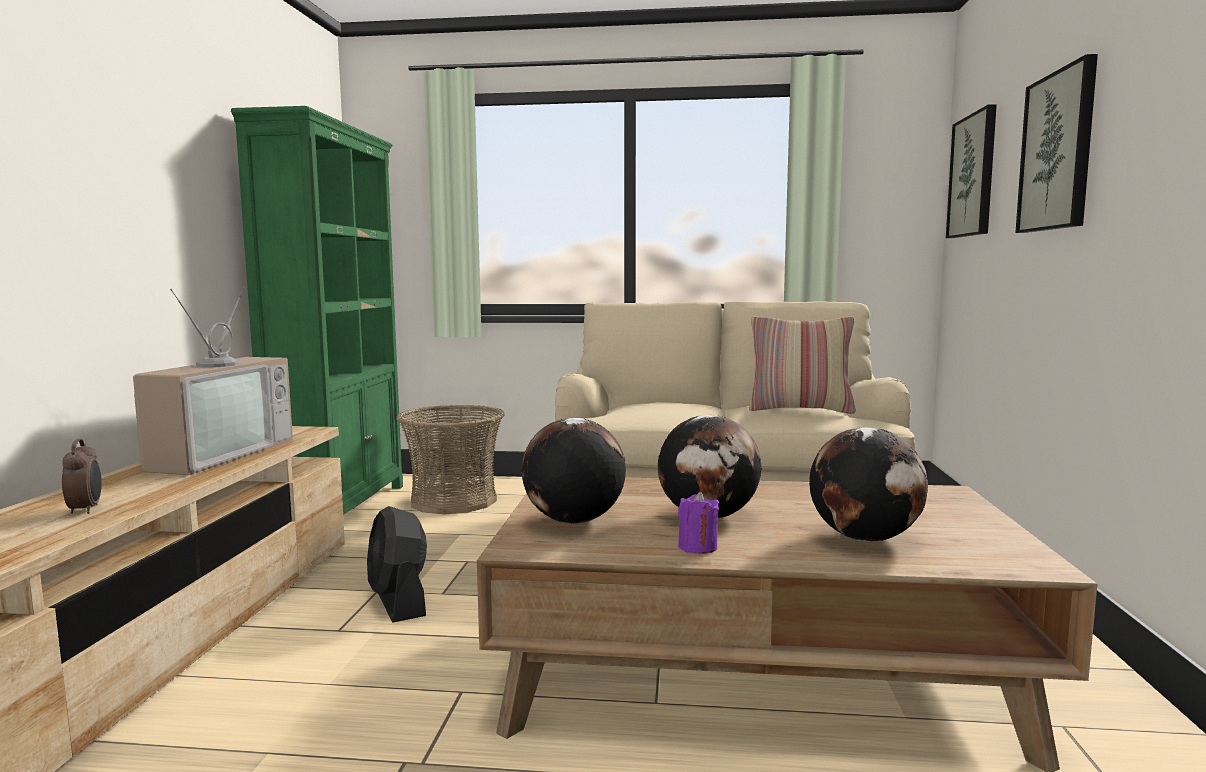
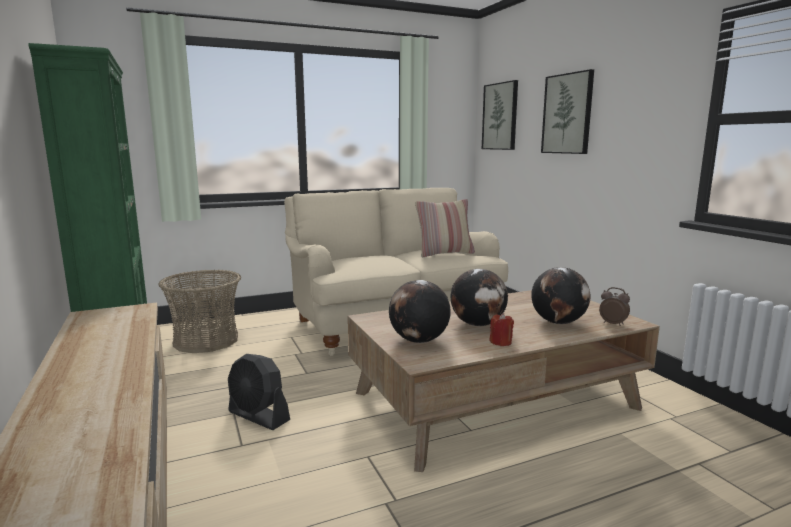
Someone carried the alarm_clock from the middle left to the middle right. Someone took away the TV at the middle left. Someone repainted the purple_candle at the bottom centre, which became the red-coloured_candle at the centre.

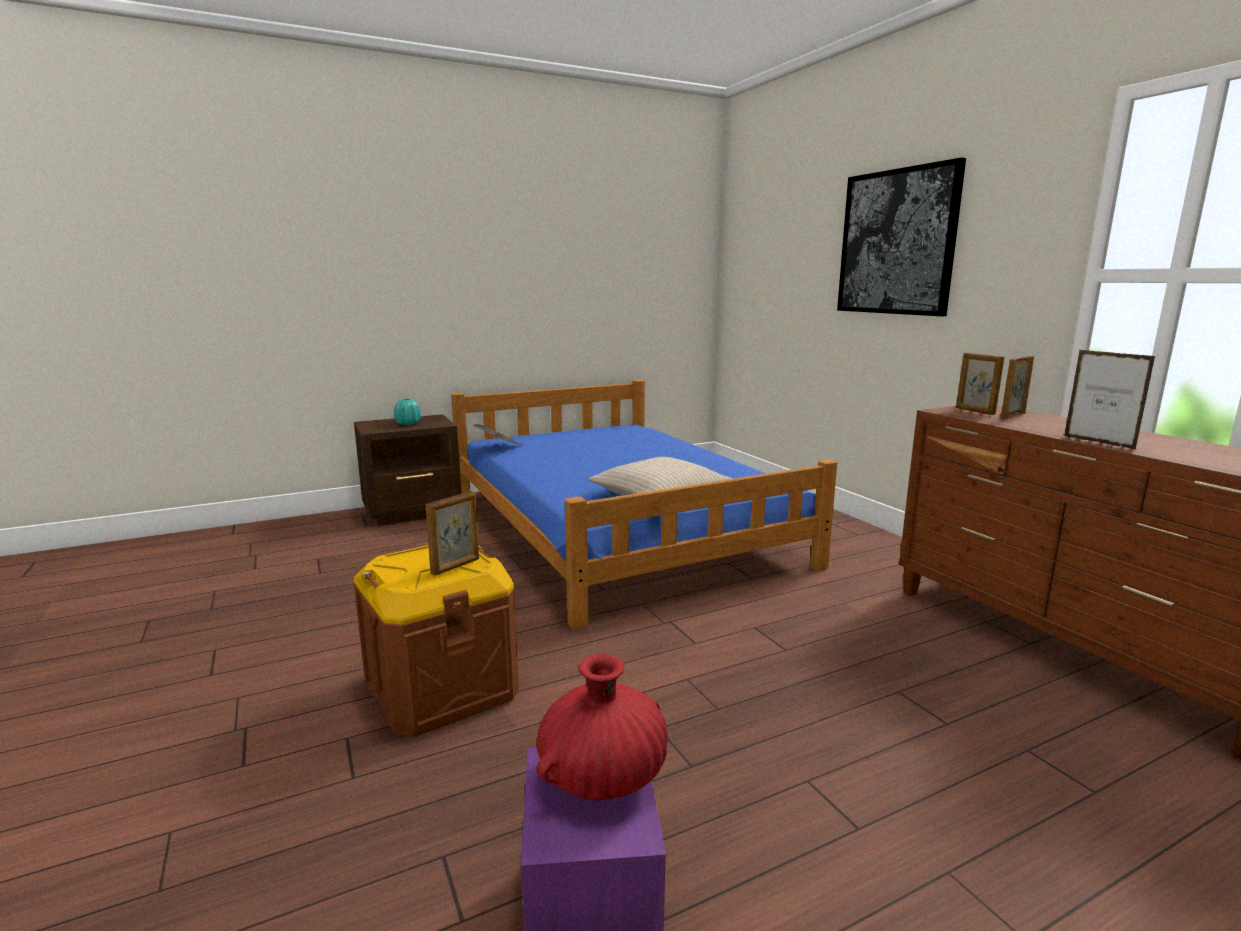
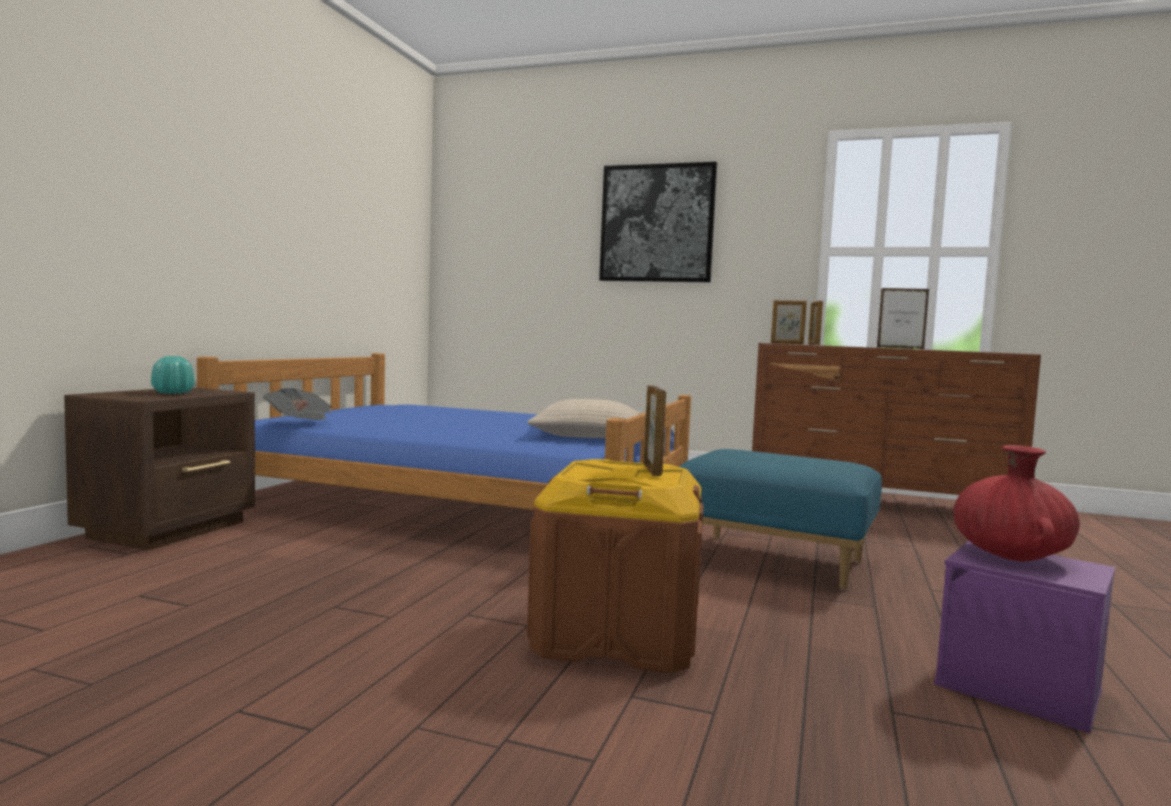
Someone put down the blue-coloured_pouffe at the centre.

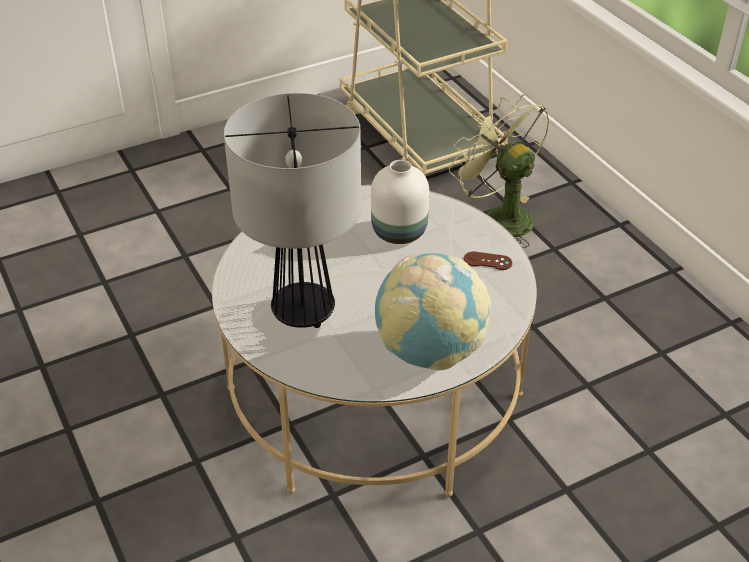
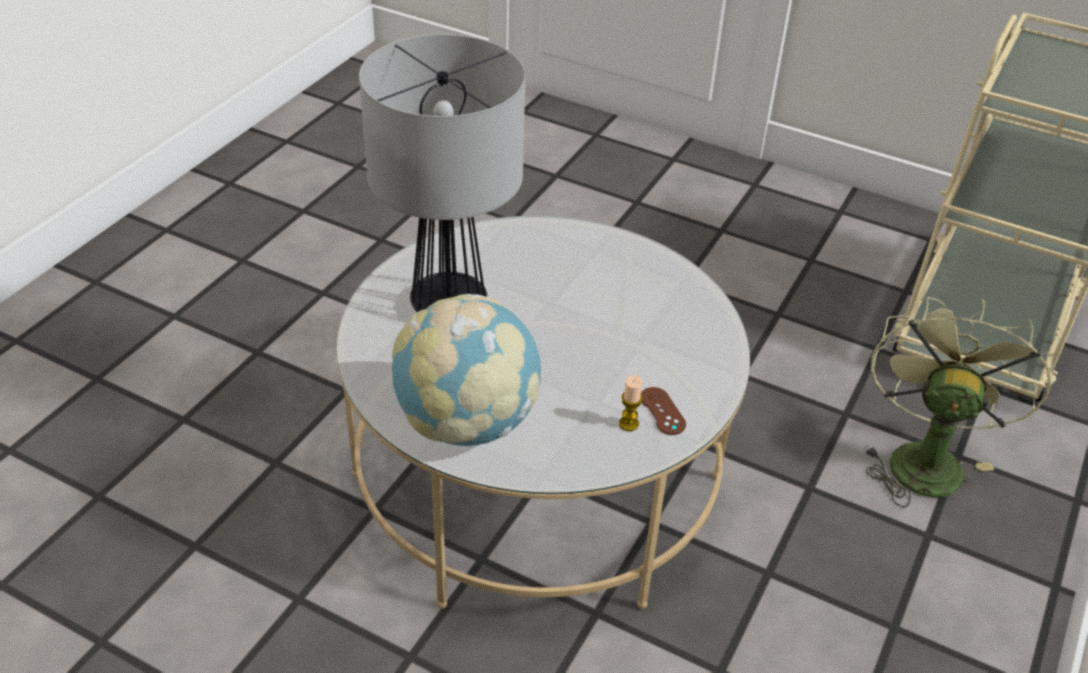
Someone took away the white_flower_vase at the centre. Someone put down the candle at the centre.

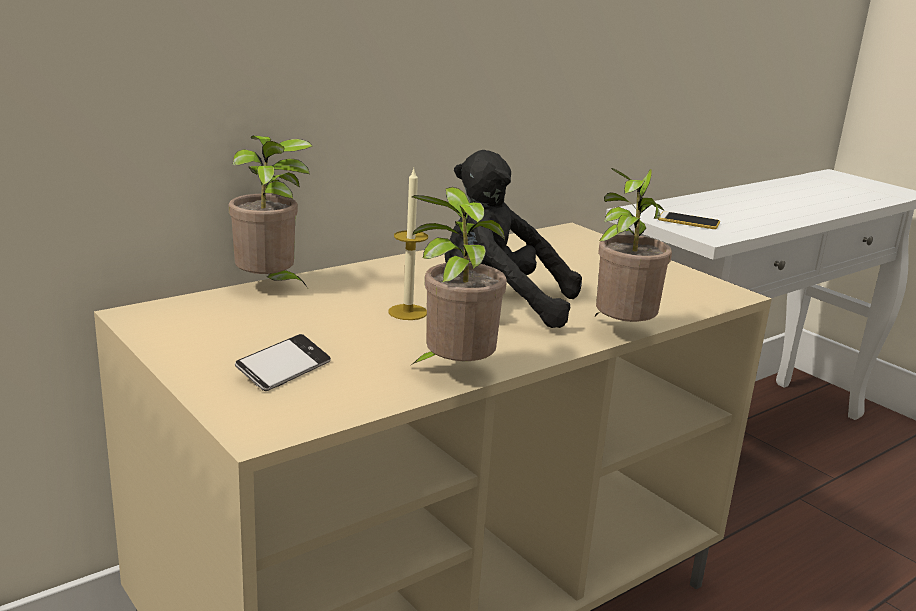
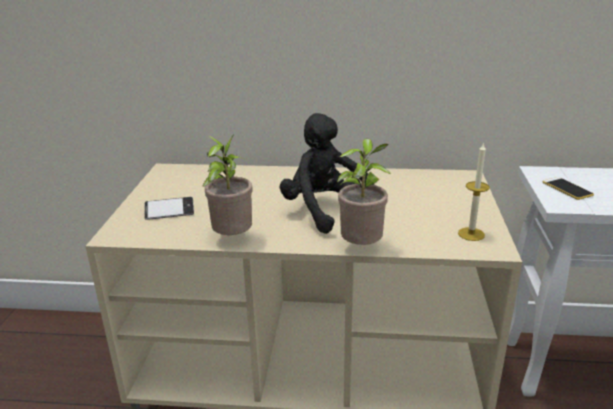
Someone took away the potted_plant (no. 1 from left) at the middle left. Someone carried the candle from the centre to the middle right.

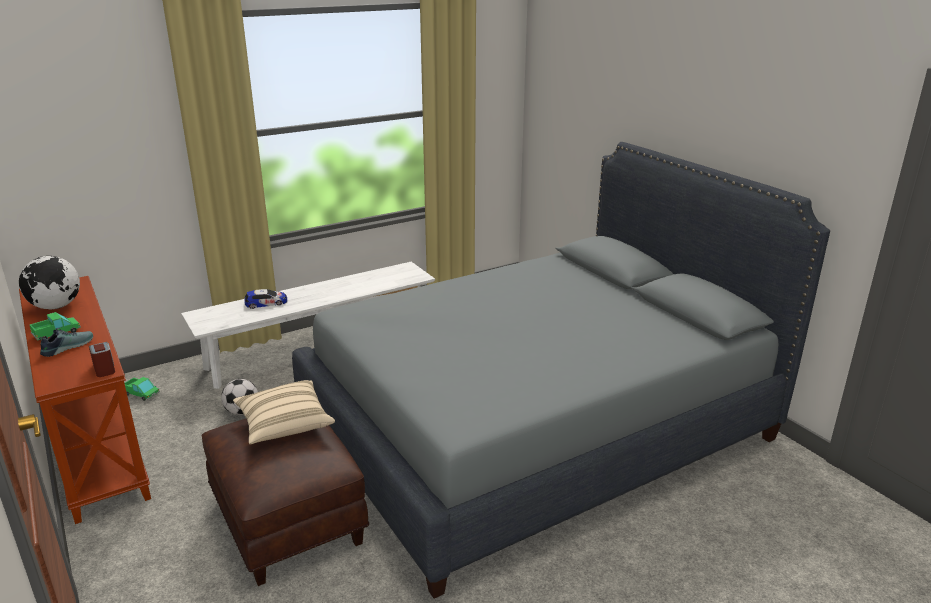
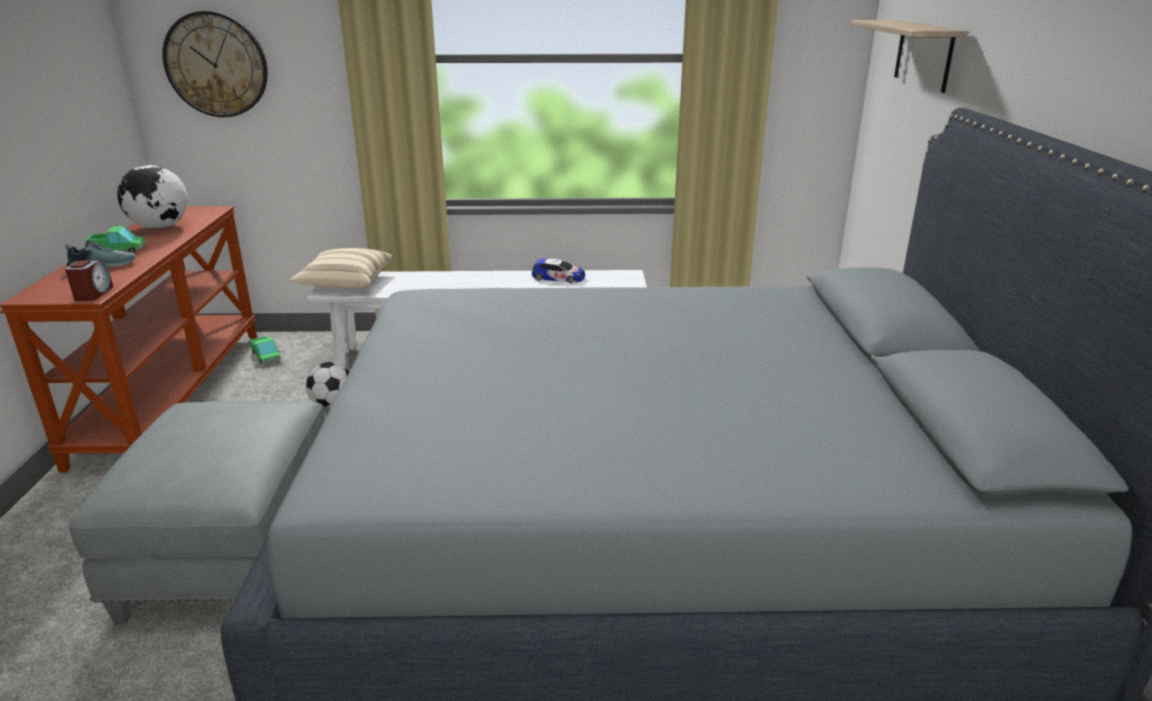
Someone repainted the brown_pouffe at the bottom left, which became the grey_pouffe at the bottom left. Someone carried the beige-coloured_throw_pillow from the bottom left to the middle left. Someone carried the toy_car from the middle left to the centre. Someone put up the wall_clock at the top left. Someone put up the bracket_shelf at the top right.

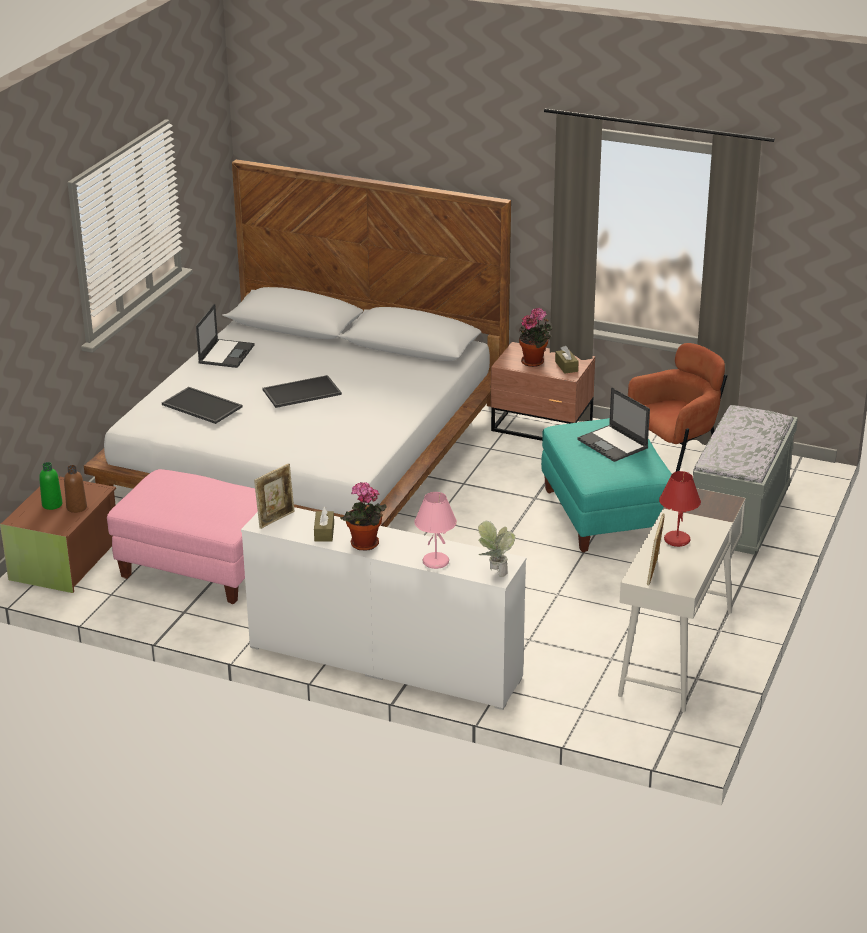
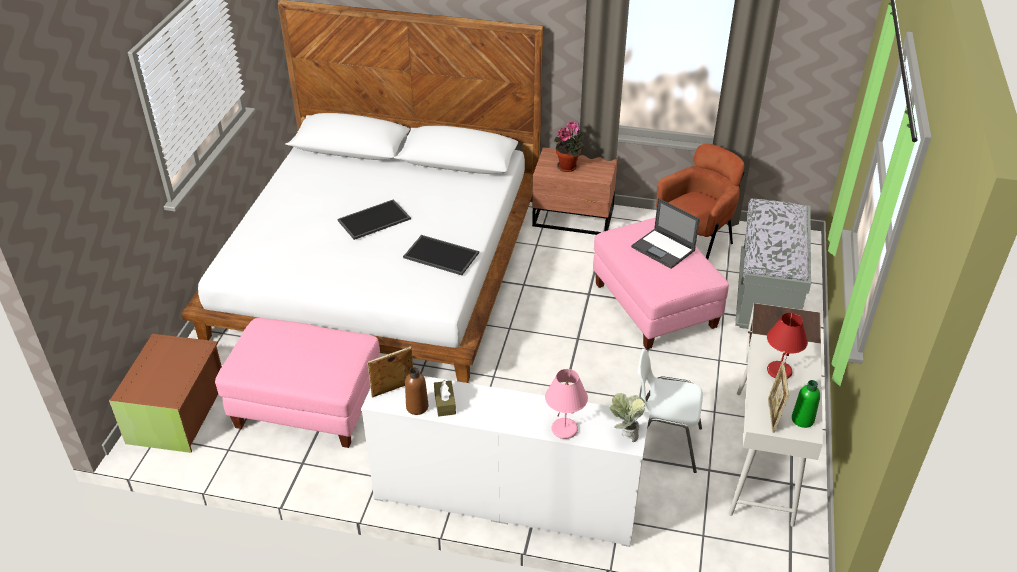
Someone carried the greenish_drink_bottle from the middle left to the bottom right. Someone carried the brown_drink_bottle from the middle left to the bottom centre. Someone carried the tray (no. 1 from left in the first image) from the middle left to the centre. Someone took away the notebook_computer (no. 1 from left) at the middle left. Someone rotated the photo_frame (no. 1 from left) at the middle left by 150 degrees counterclockwise. Someone took away the potted_plant (no. 1 from left) at the centre. Someone repainted the blue-green_pouffe at the middle right, which became the pinkish_pouffe (no. 2 from left) at the centre. Someone took away the brown_box_of_tissues (no. 2 from left) at the centre. Someone put down the white_chair at the bottom centre.

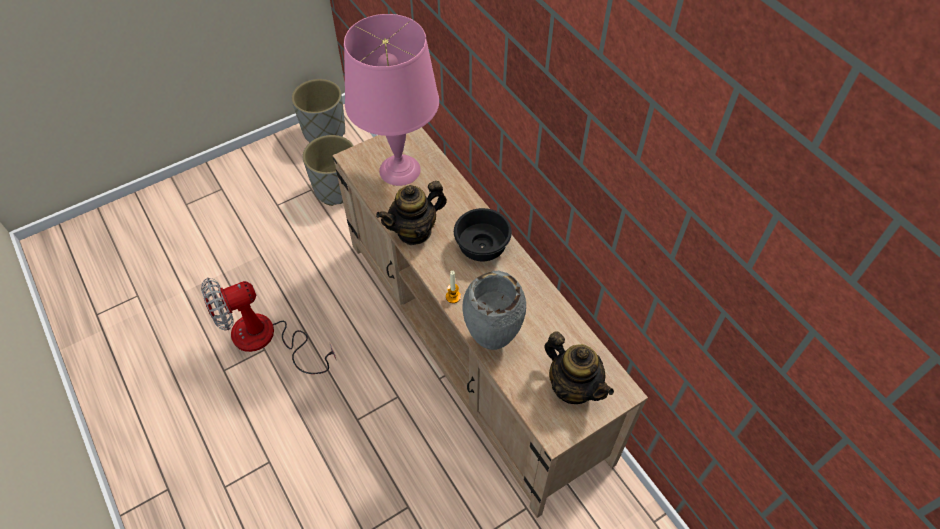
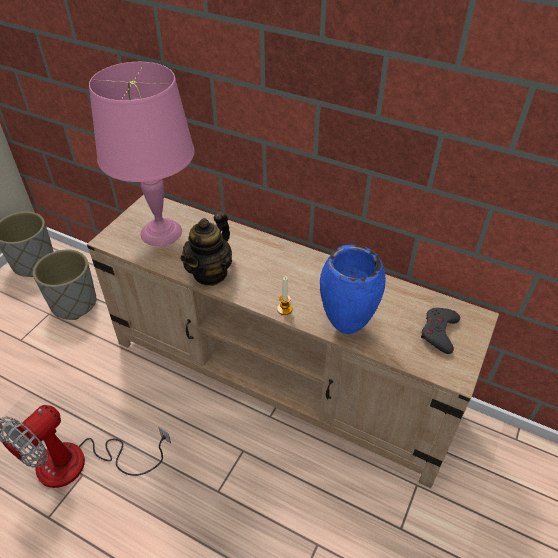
Someone took away the blackish_serving_bowl at the centre. Someone repainted the grey_flower_vase at the centre, which became the blue-coloured_flower_vase at the centre. Someone swapped the teapot (no. 2 from left) at the bottom centre for the grey_game_controller at the middle right.

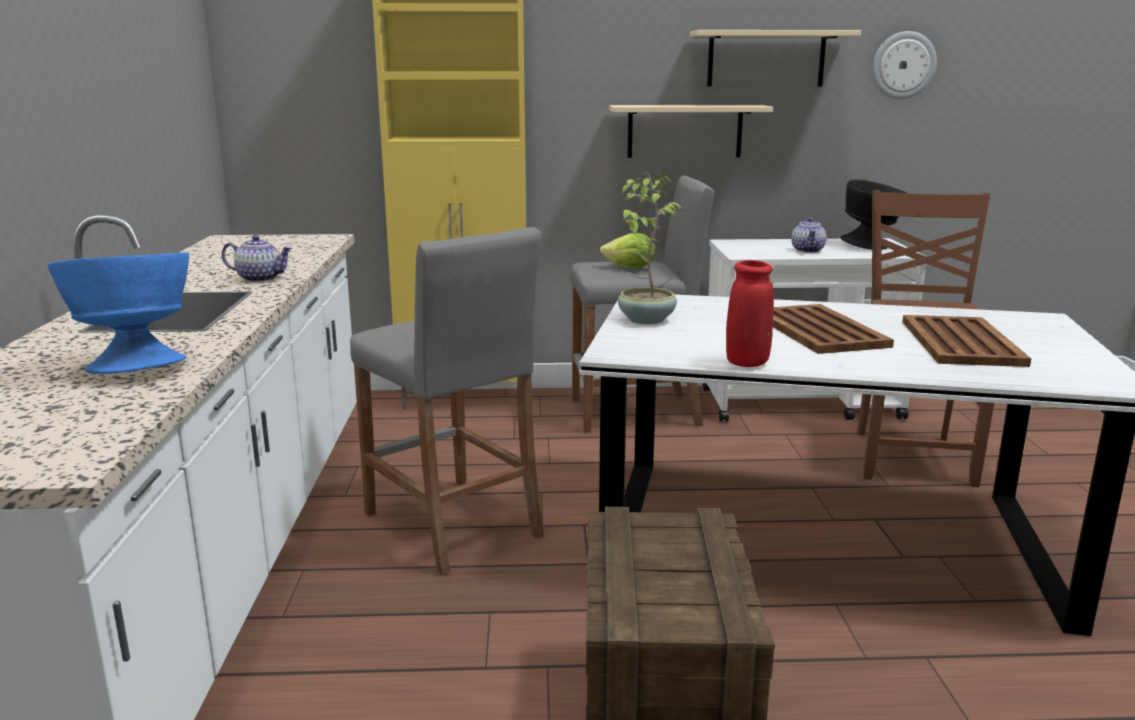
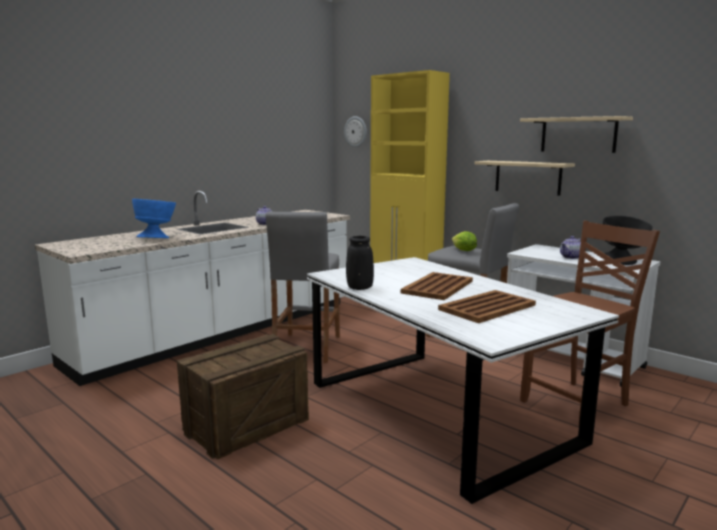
Someone took away the potted_plant at the centre. Someone repainted the red-coloured_flower_vase at the centre, which became the blackish_flower_vase at the centre. Someone carried the wall_clock from the top right to the top centre.

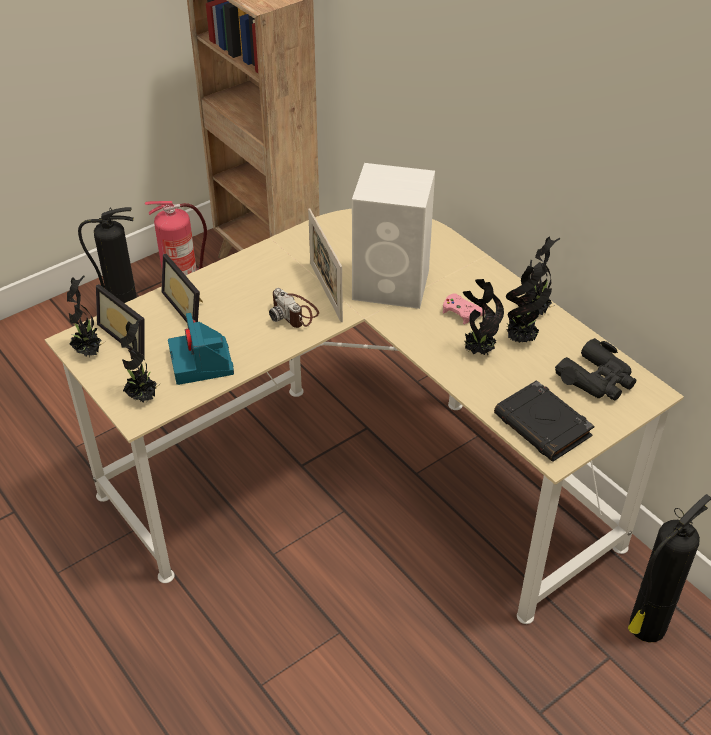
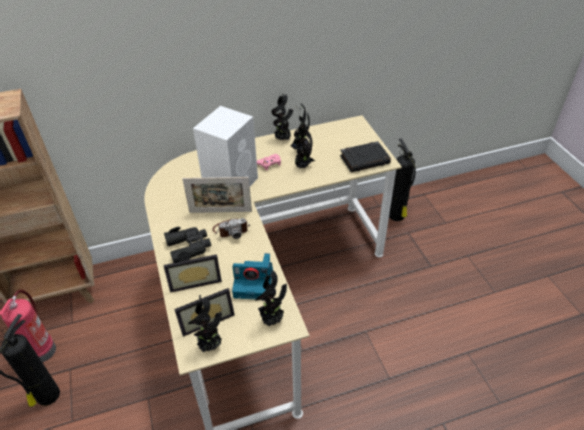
Someone carried the blackish_pair_of_binoculars from the middle right to the middle left.

